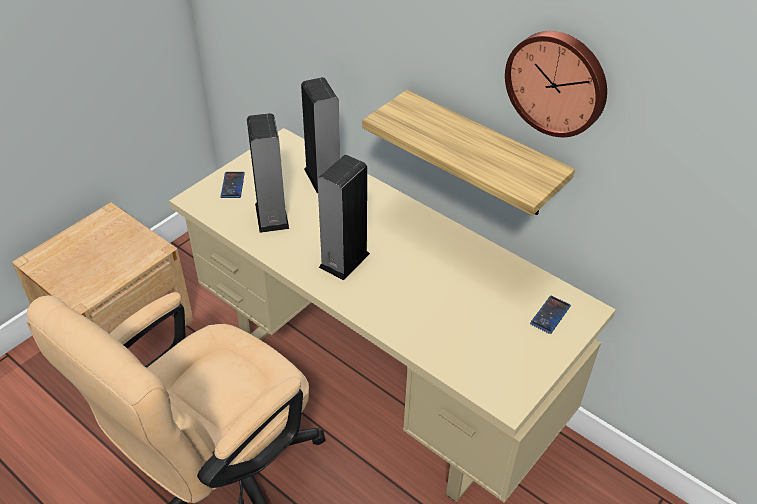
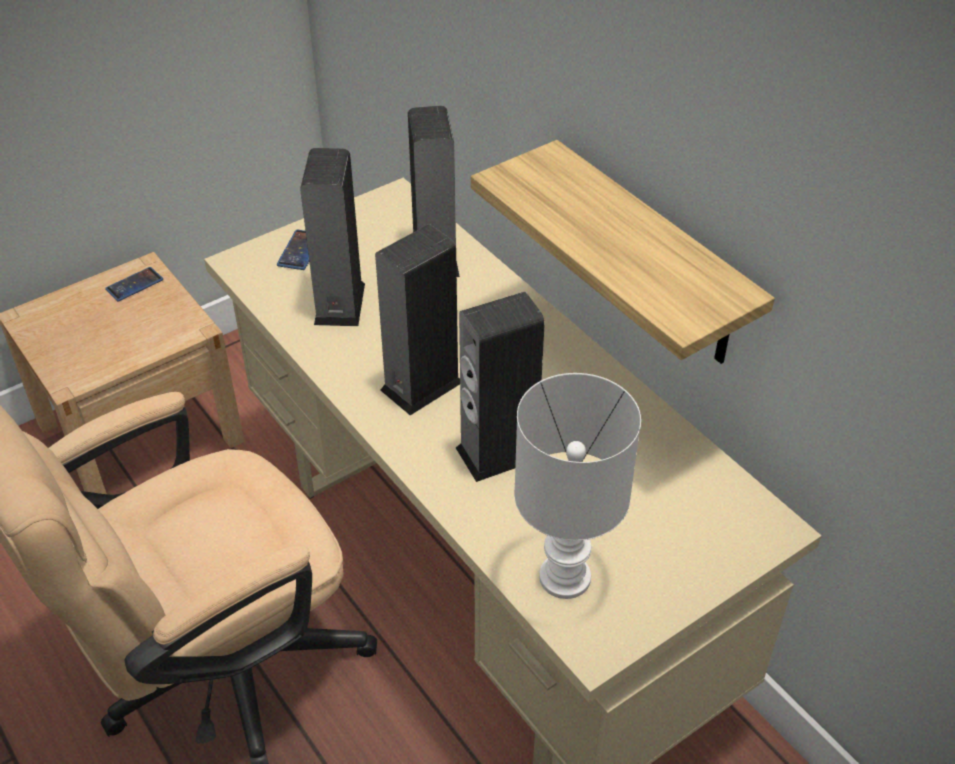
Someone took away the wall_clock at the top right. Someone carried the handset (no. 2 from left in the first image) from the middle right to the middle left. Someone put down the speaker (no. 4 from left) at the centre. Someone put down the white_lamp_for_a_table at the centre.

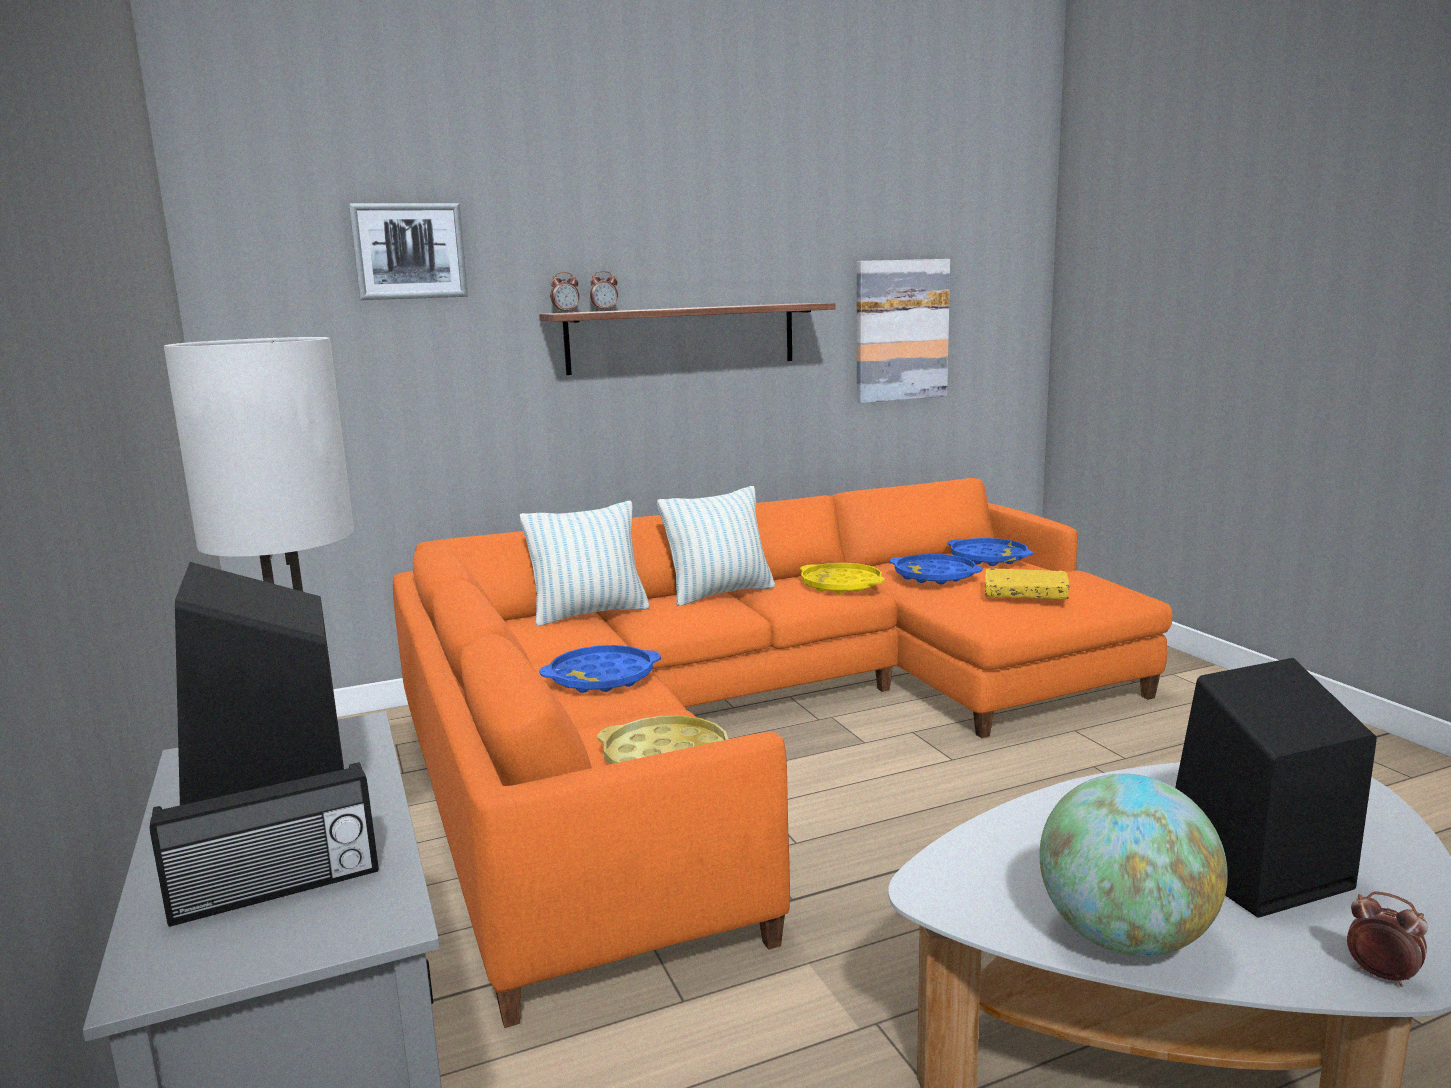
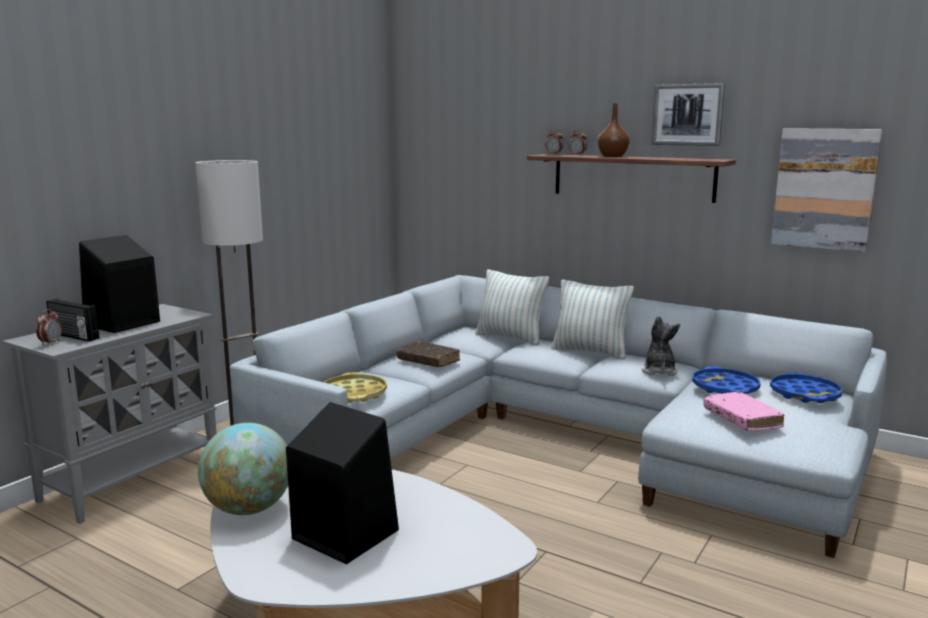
Someone carried the wall_art (no. 1 from left) from the top left to the top right. Someone repainted the orange_sofa at the bottom centre, which became the grey_sofa at the bottom centre. Someone swapped the blue-coloured_tray (no. 1 from left) at the centre for the brown_volume at the centre. Someone swapped the yellowish_tray (no. 2 from left) at the centre for the soft_toy at the middle right. Someone repainted the yellowish_volume at the middle right, which became the pinkish_volume at the middle right. Someone carried the alarm_clock (no. 3 from left in the first image) from the bottom right to the middle left. Someone put down the brown_flower_vase at the top centre.

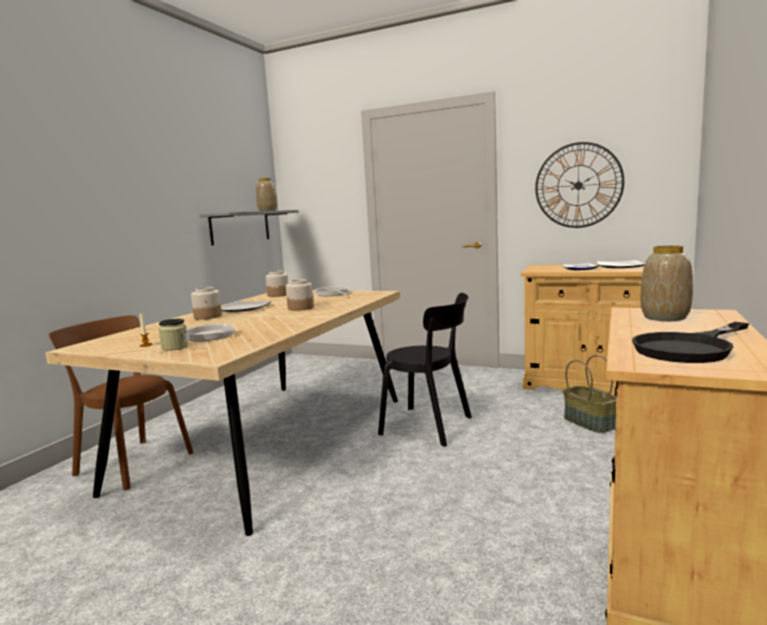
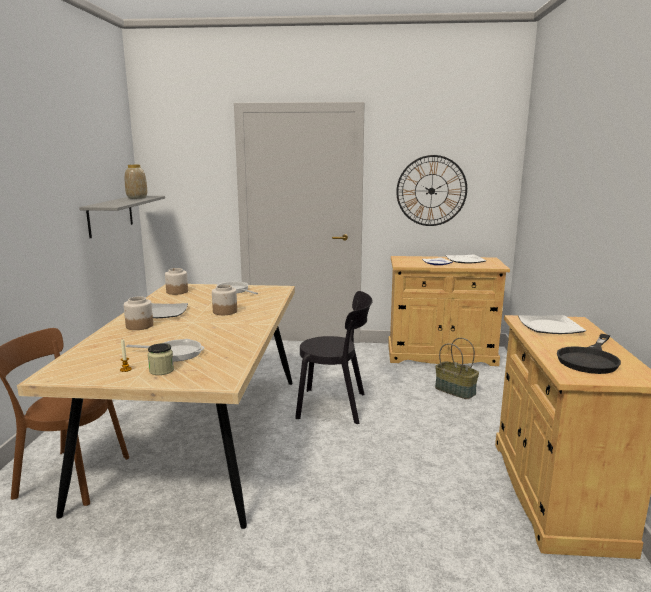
Someone swapped the flower_vase (no. 2 from left) at the middle right for the flat_dish (no. 4 from left) at the middle right.

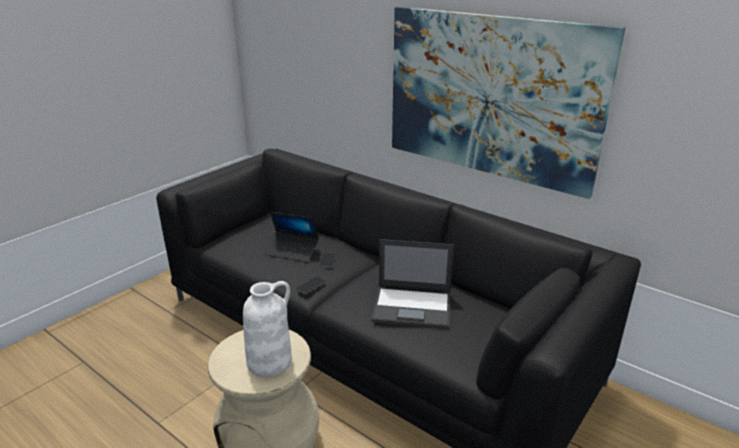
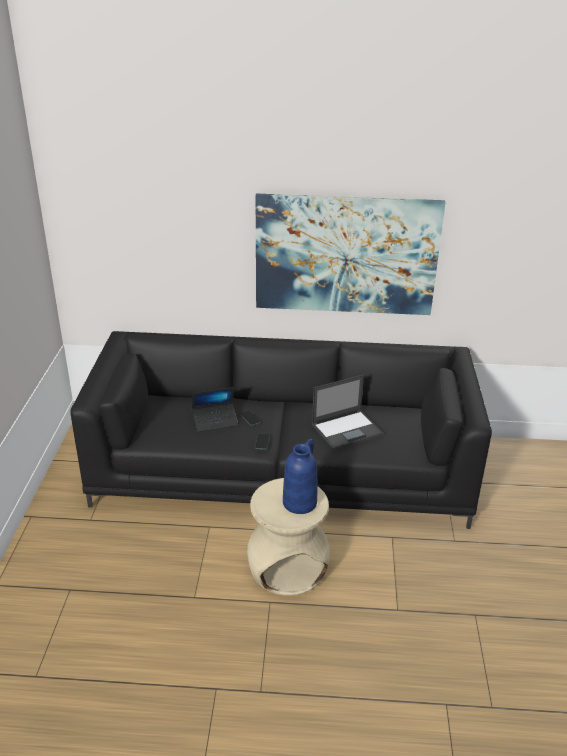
Someone repainted the white_flower_vase at the bottom centre, which became the blue-coloured_flower_vase at the centre.

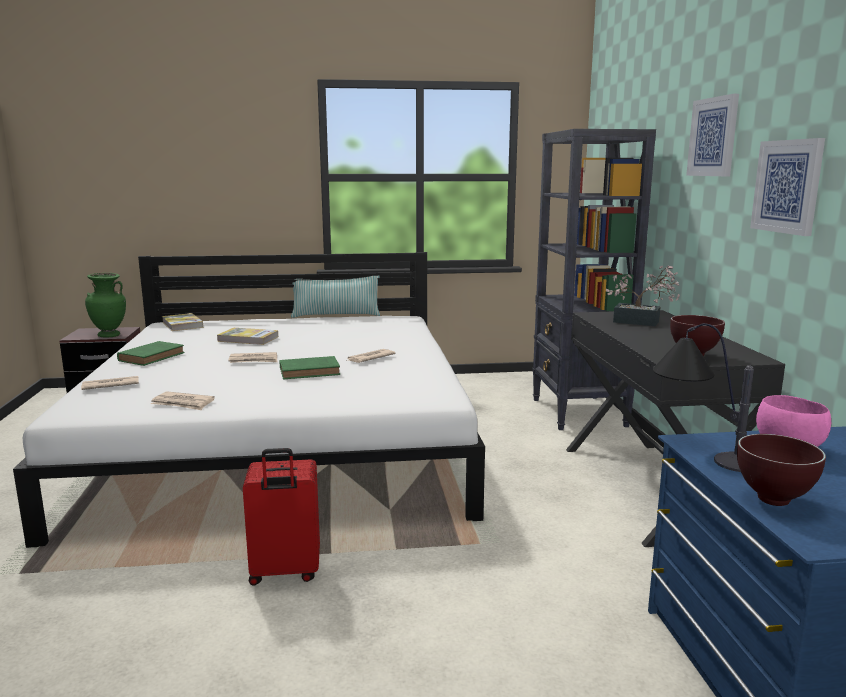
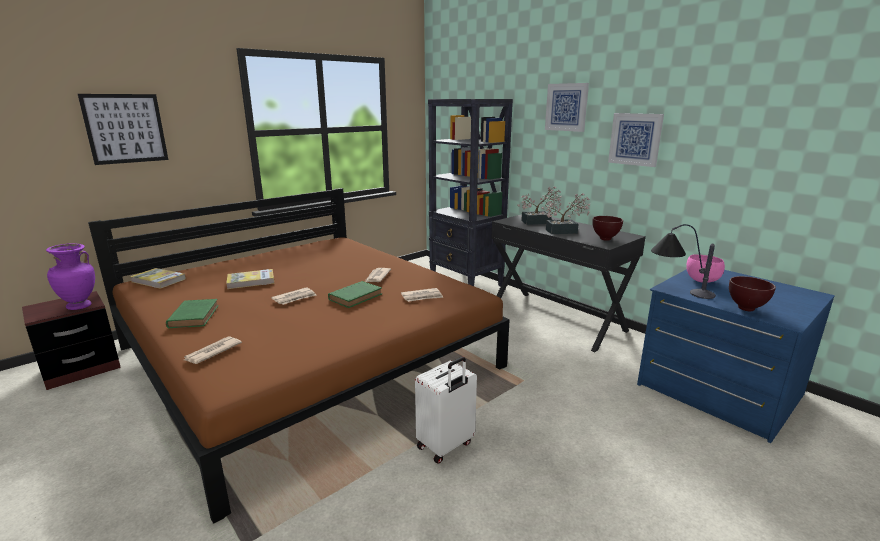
Someone repainted the white_sleeping_bed at the middle left, which became the brown_sleeping_bed at the centre. Someone repainted the greenish_flower_vase at the middle left, which became the purple_flower_vase at the middle left. Someone carried the printed_paper (no. 2 from left in the first image) from the middle left to the centre. Someone repainted the red-coloured_piece_of_luggage at the bottom left, which became the white_piece_of_luggage at the bottom centre. Someone took away the throw_pillow at the centre. Someone put up the wall_art (no. 1 from left) at the top left. Someone put down the potted_plant (no. 2 from left) at the centre.

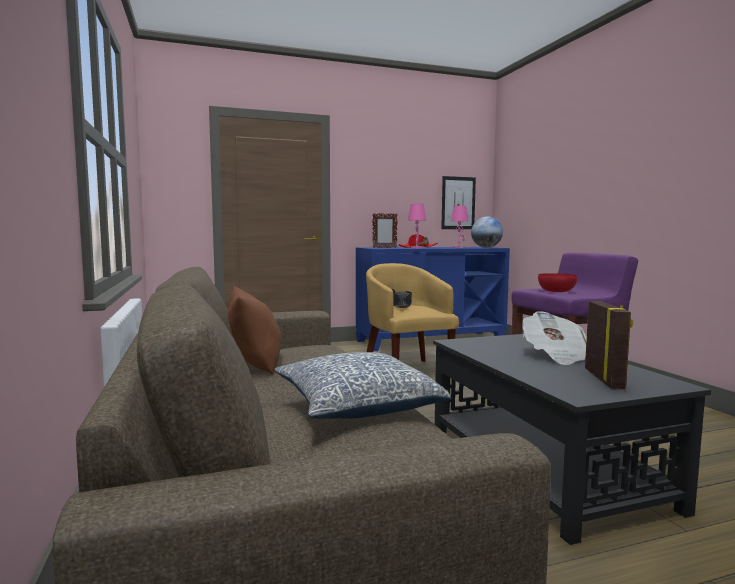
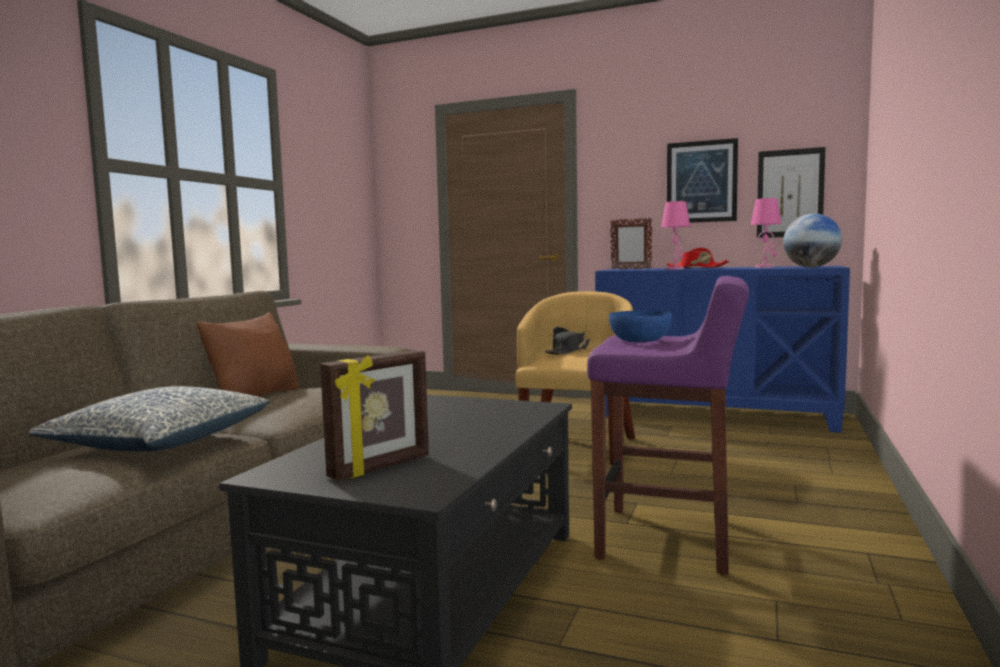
Someone took away the printed_paper at the middle right. Someone repainted the red-coloured_serving_bowl at the middle right, which became the blue-coloured_serving_bowl at the centre. Someone put up the wall_art (no. 1 from left) at the top right.

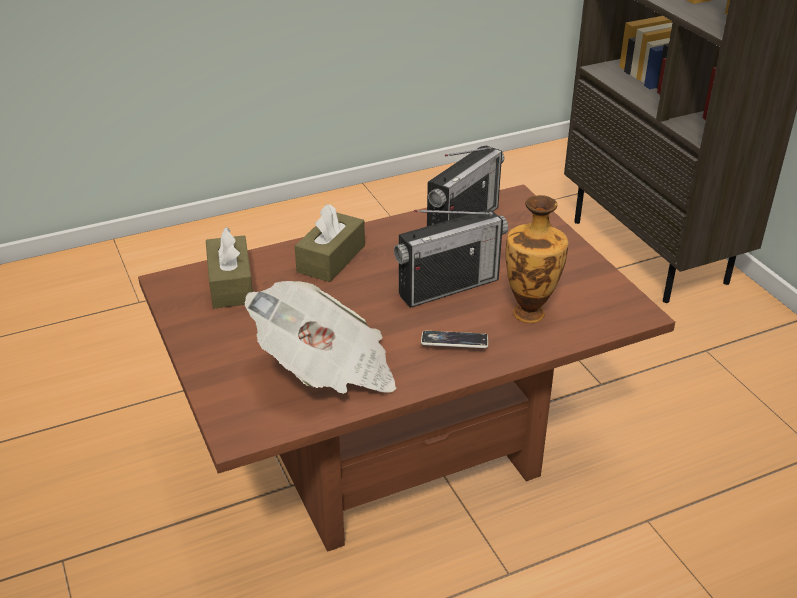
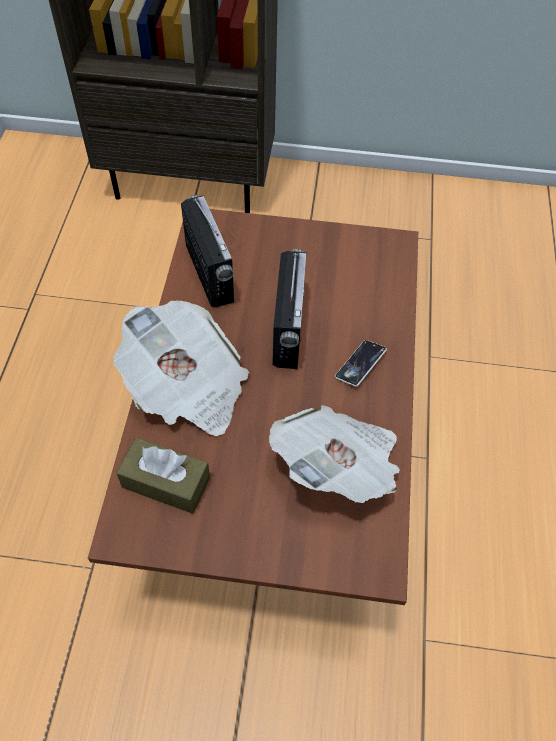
Someone swapped the brown_box_of_tissues (no. 2 from left) at the centre for the printed_paper (no. 1 from left) at the middle left. Someone took away the flower_vase at the middle right.

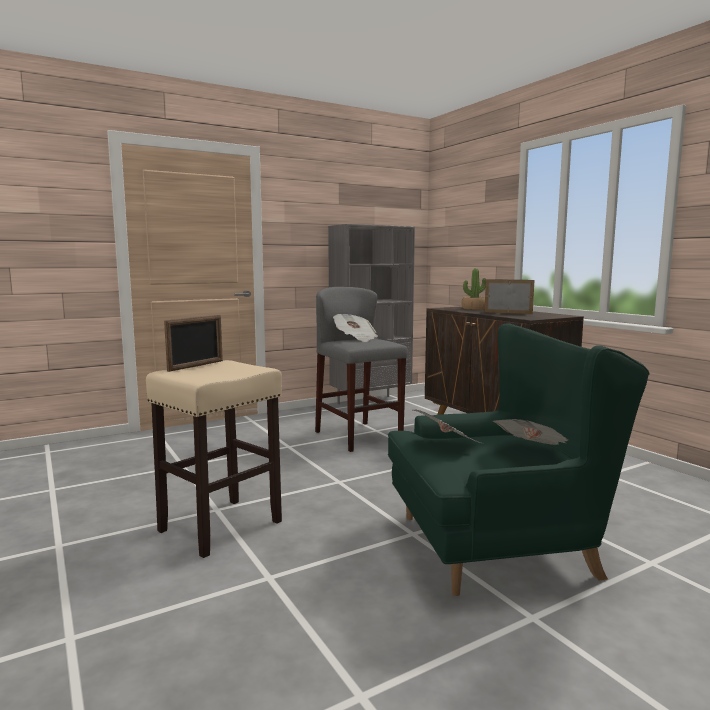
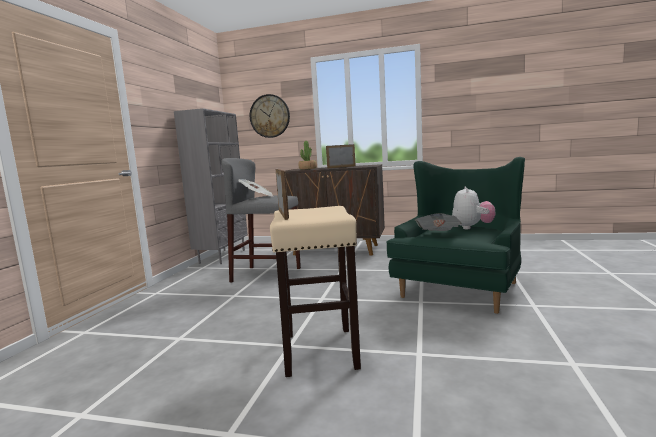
Someone swapped the printed_paper (no. 3 from left) at the middle right for the soft_toy at the middle right. Someone put up the wall_clock at the top centre.

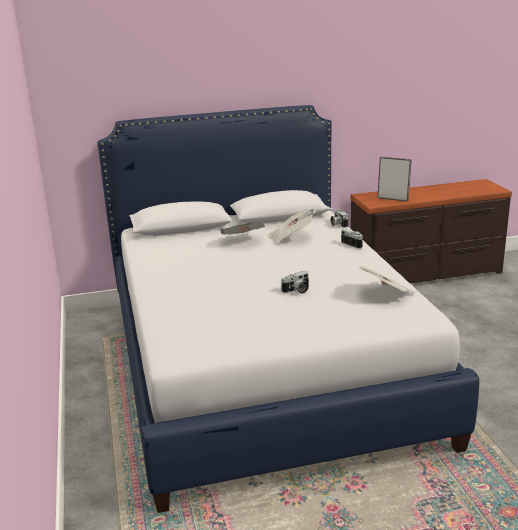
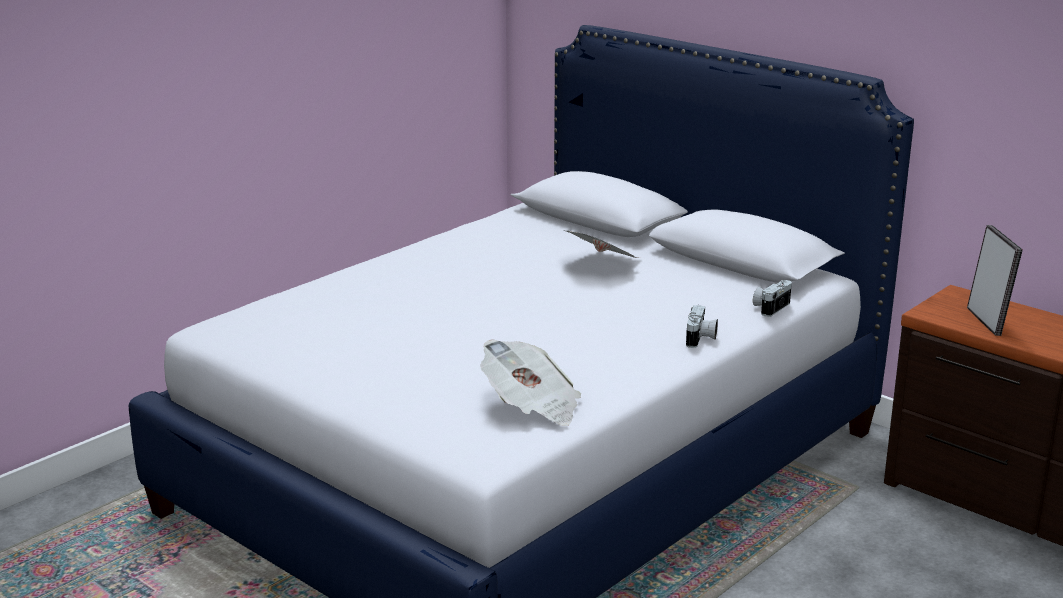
Someone took away the printed_paper (no. 2 from left) at the centre. Someone took away the still_camera (no. 1 from left) at the centre.

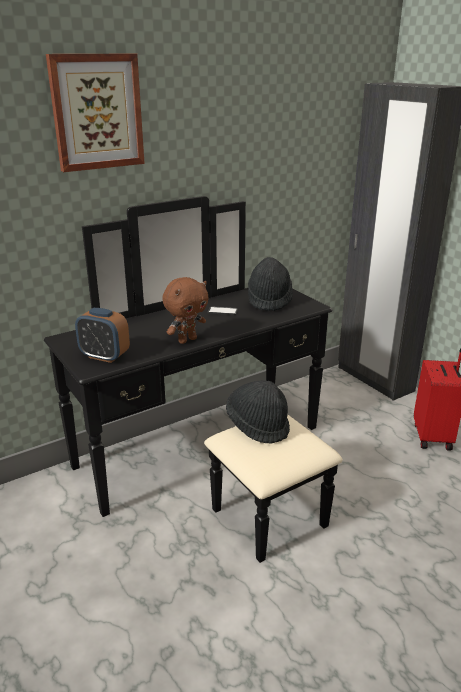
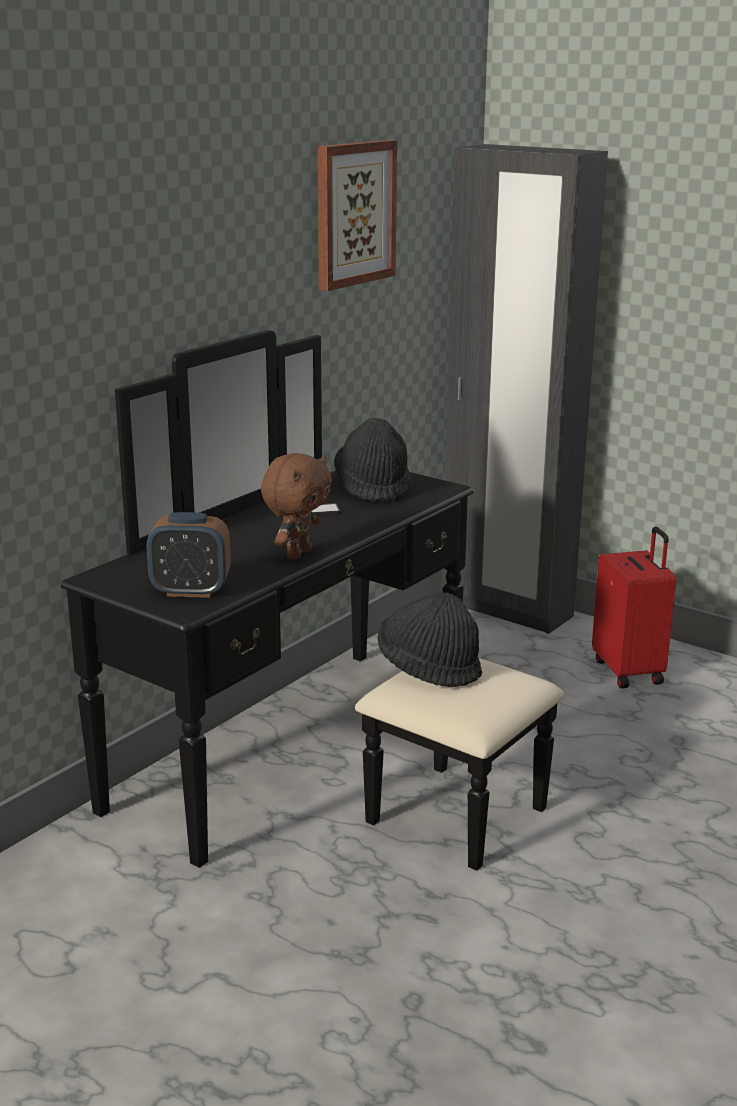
Someone carried the wall_art from the top left to the top centre.

